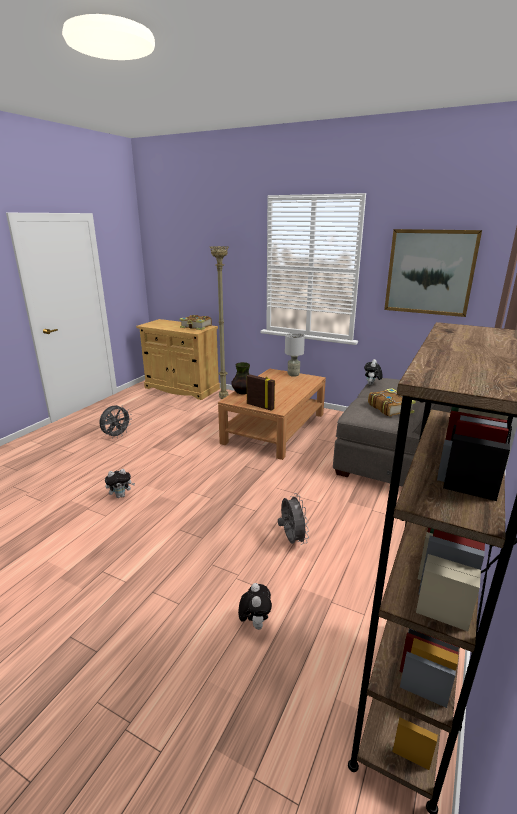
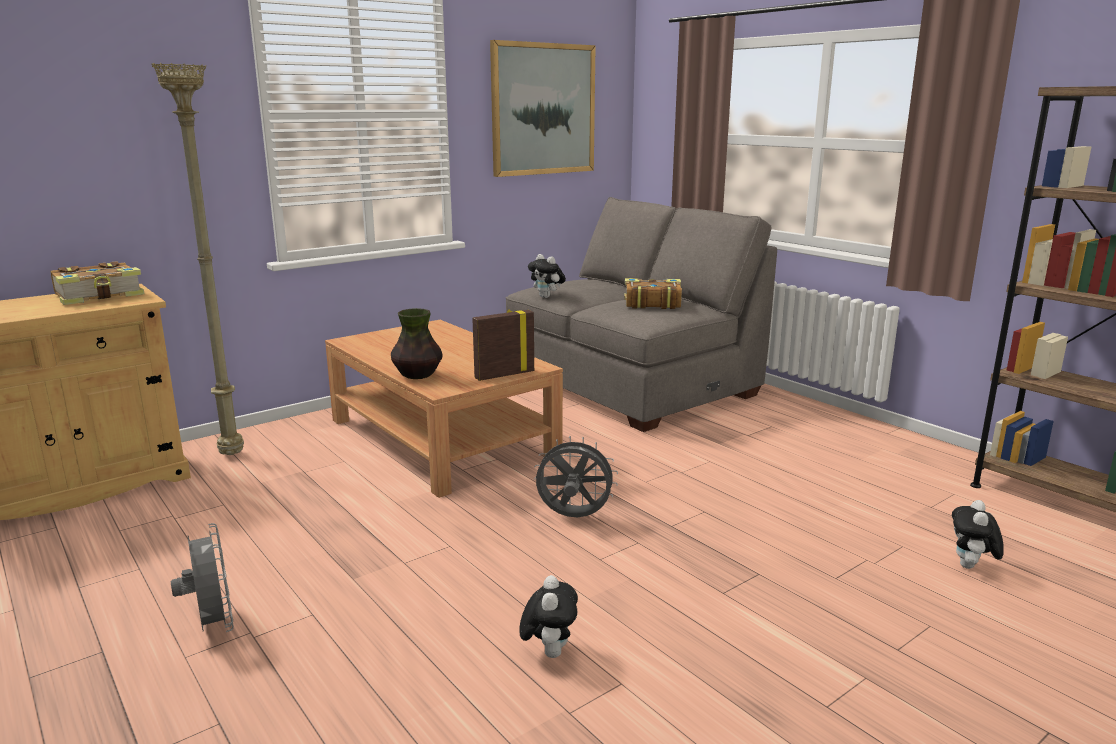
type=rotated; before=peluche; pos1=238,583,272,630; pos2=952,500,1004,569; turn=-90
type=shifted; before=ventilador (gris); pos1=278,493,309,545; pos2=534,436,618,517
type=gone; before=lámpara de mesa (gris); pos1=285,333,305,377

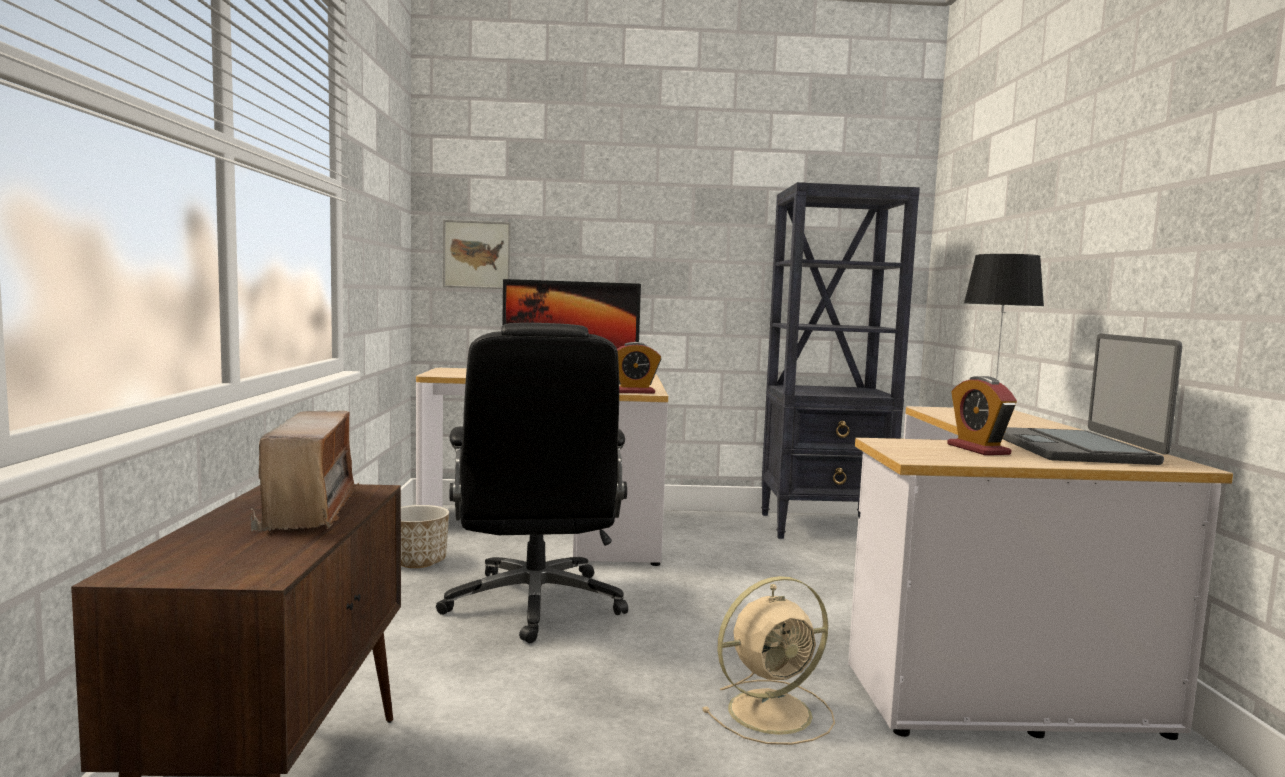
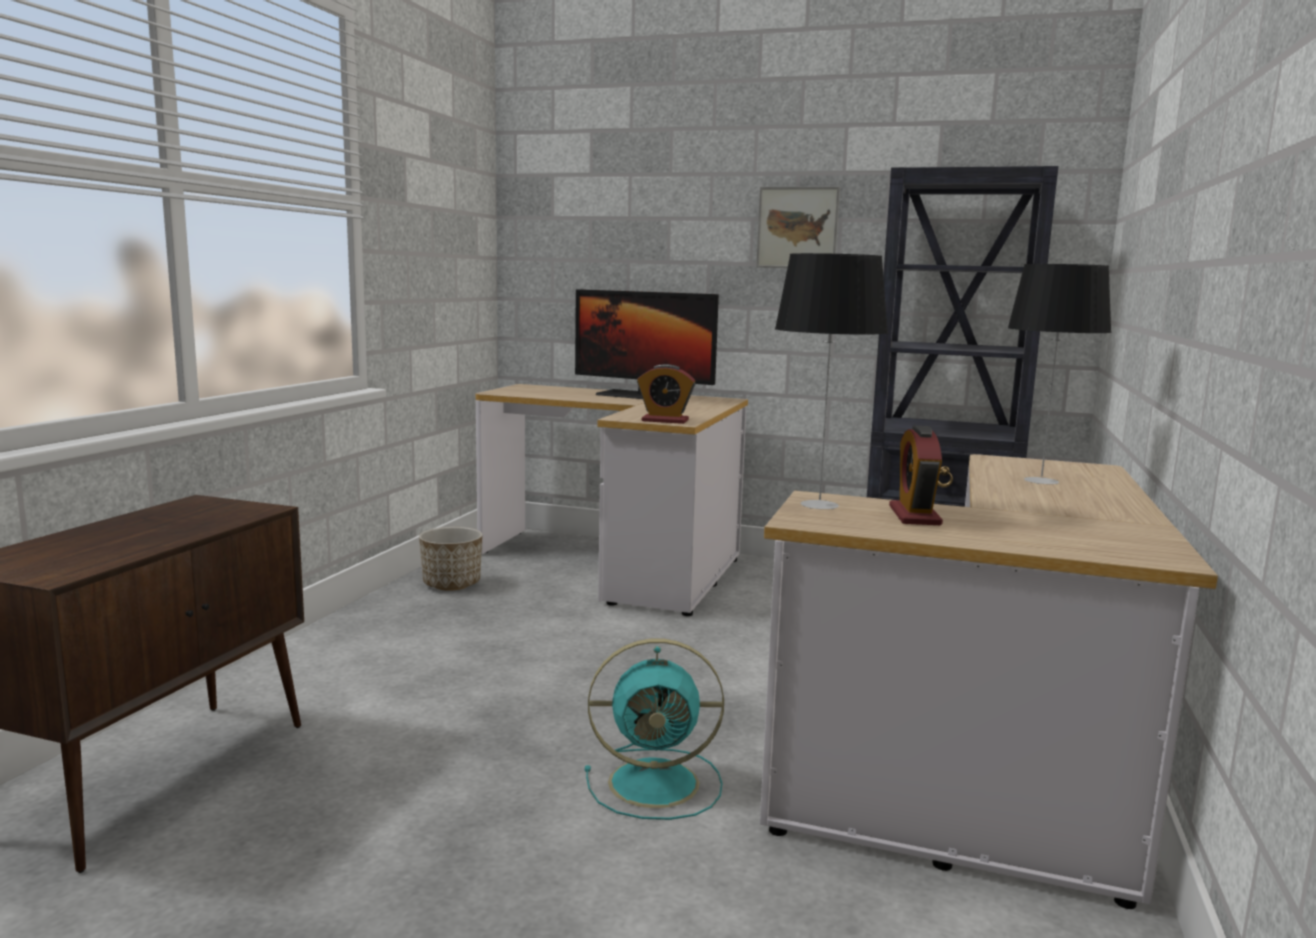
type=gone; before=radio; pos1=251,410,359,533
type=gone; before=silla de oficina (negro); pos1=436,323,628,643
type=shifted; before=cuadro; pos1=443,220,511,289; pos2=756,187,840,268
type=repainted; before=ventilador (beis); after=ventilador (turquesa); pos1=702,576,835,745; pos2=585,638,724,820
type=gone; before=portátil; pos1=1003,334,1182,465
type=new; after=lámpara de mesa; pos2=775,253,888,509

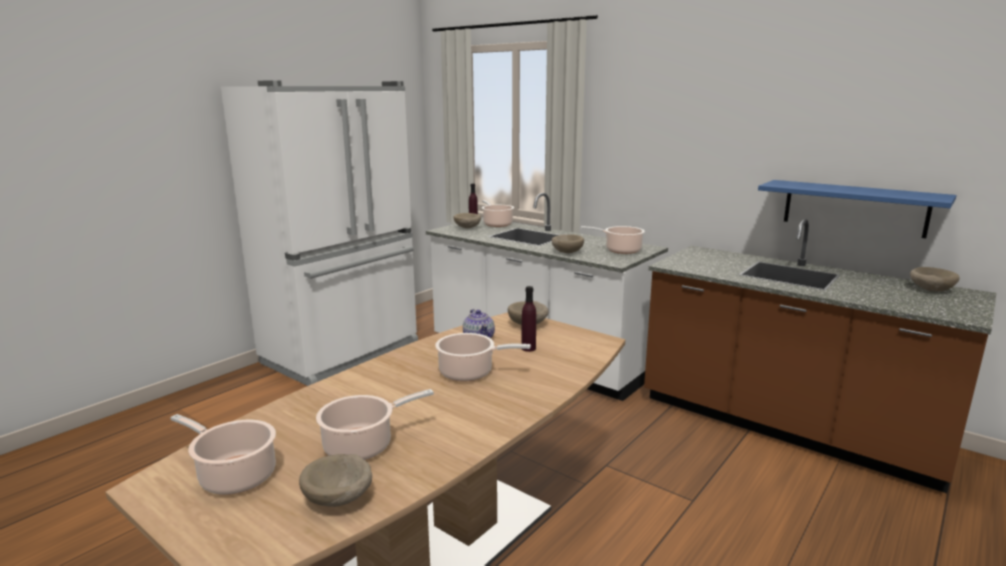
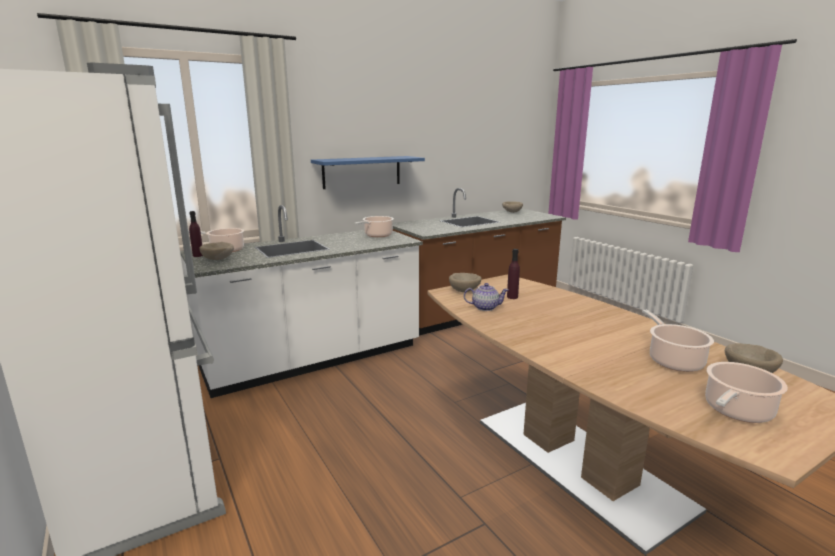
type=gone; before=olla; pos1=435,333,531,382
type=gone; before=cuenco (beis); pos1=552,234,584,253
type=shifted; before=estante (azul); pos1=758,180,956,238; pos2=311,156,425,189

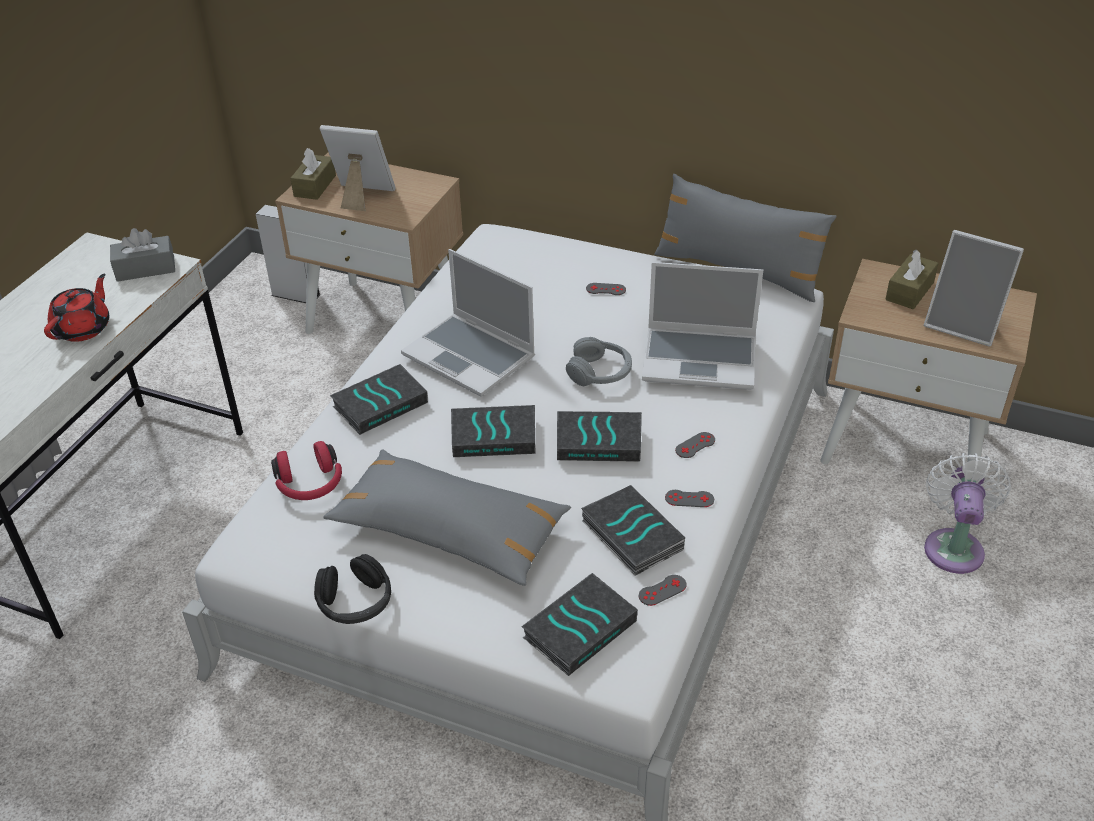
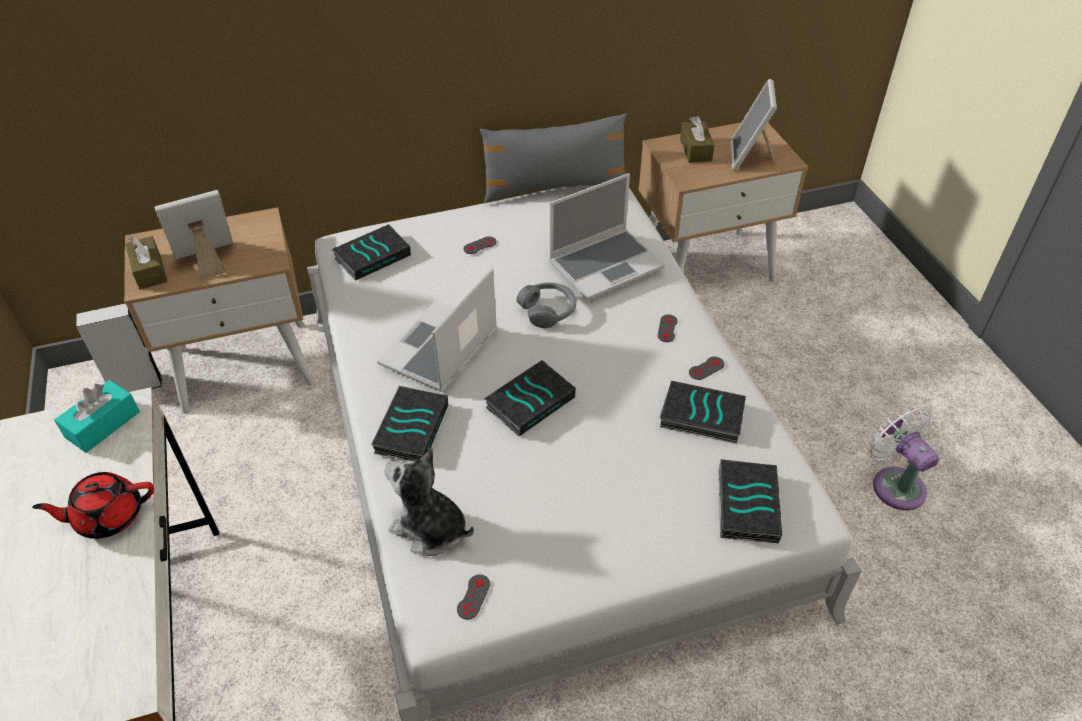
type=rotated; before=tetera (rojo); pos1=44,274,109,342; pos2=32,472,154,539; turn=-90
type=repainted; before=caja de pañuelos (gris); after=caja de pañuelos (turquesa); pos1=110,228,175,282; pos2=54,380,140,453
type=swapped; before=auriculares (rojo); after=peluche; pos1=271,441,342,500; pos2=385,448,474,556
type=gone; before=auriculares (negro); pos1=314,554,391,624
type=gone; before=cojín (gris); pos1=323,450,571,586
type=rotated; before=portátil; pos1=401,249,535,397; pos2=377,268,497,392; turn=120
type=shifted; before=libro; pos1=557,411,642,462; pos2=332,224,411,281
type=shifted; before=mando de consola (gris); pos1=639,575,686,606; pos2=457,574,490,620
type=rotated; before=portarretratos; pos1=924,230,1024,347; pos2=730,79,777,171; turn=105
type=shifted; before=ventilador (blanco); pos1=924,453,1011,574; pos2=868,406,939,510

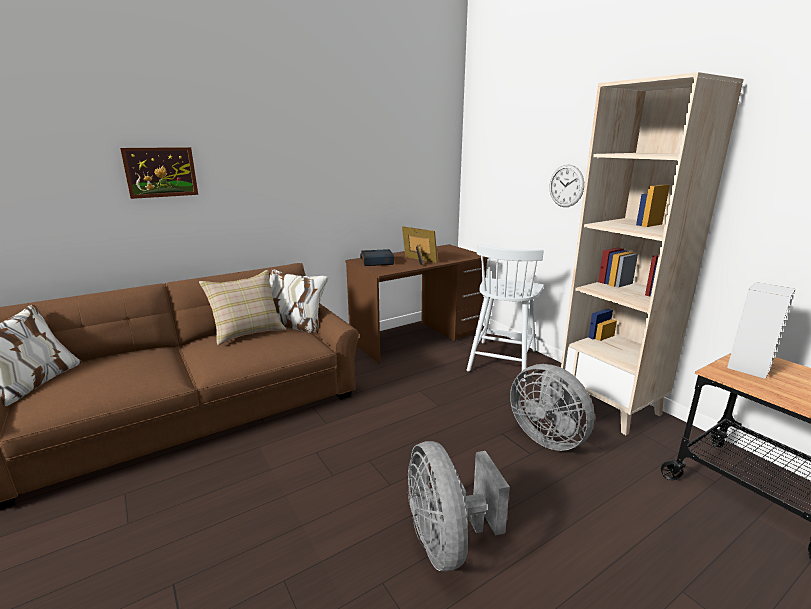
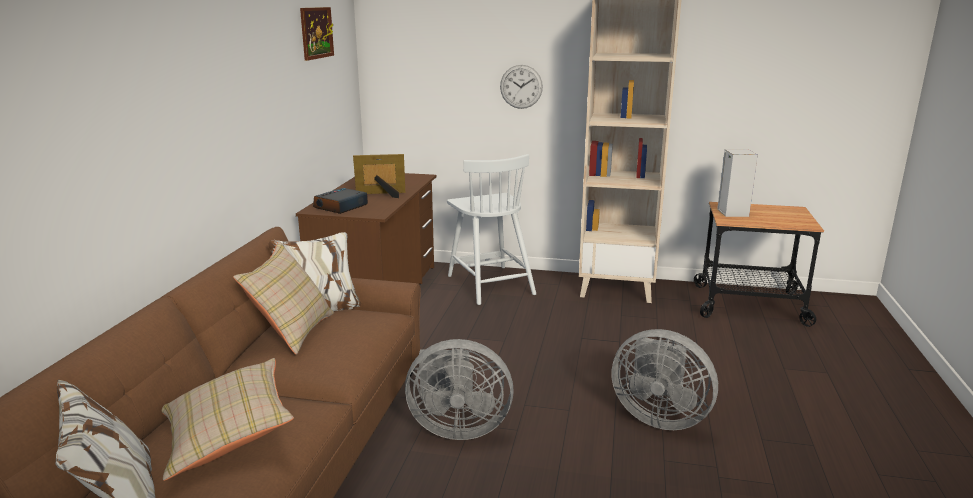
type=shifted; before=cuadro; pos1=120,147,198,199; pos2=300,7,334,61
type=shifted; before=ventilador (gris); pos1=510,364,595,451; pos2=405,339,514,440
type=new; after=cojín (beis); pos2=162,358,294,481

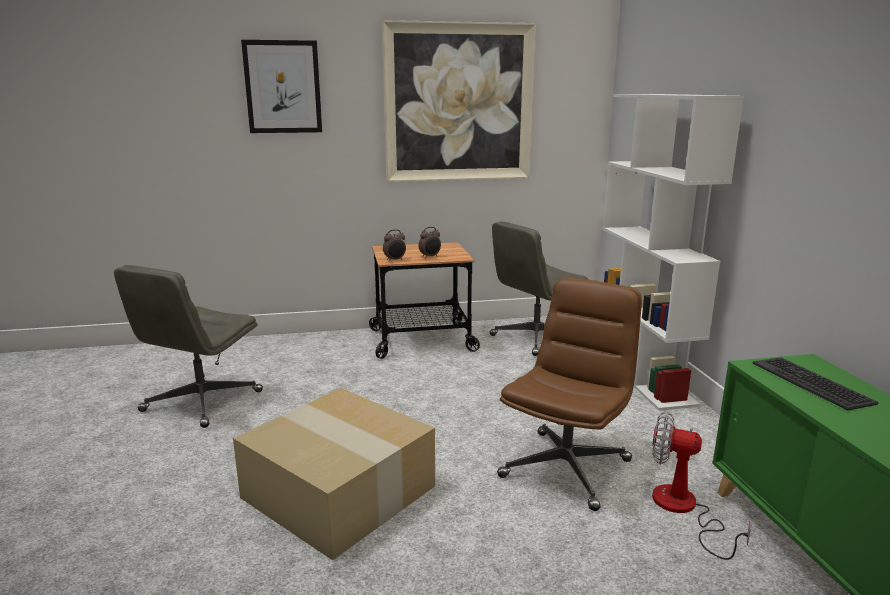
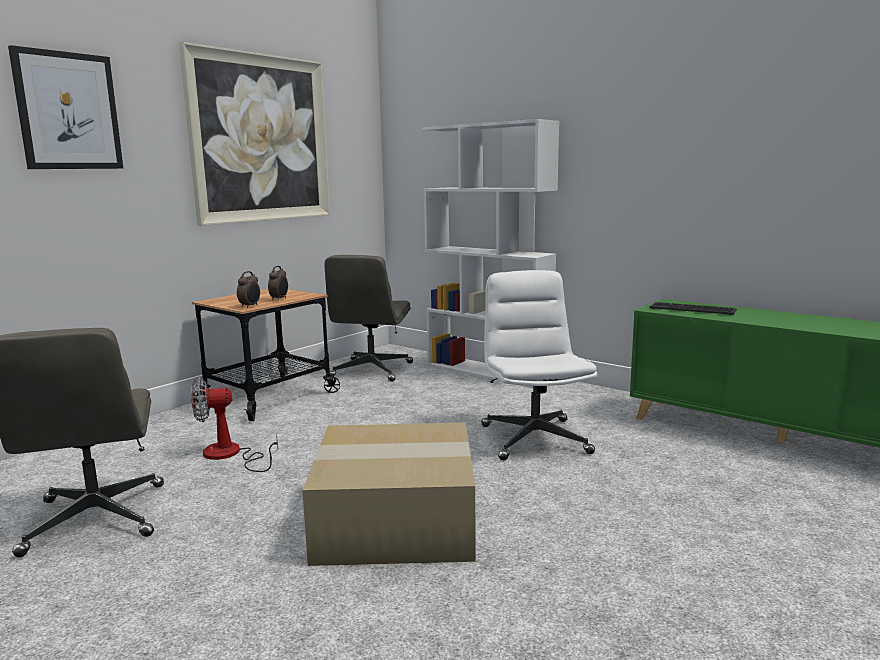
type=repainted; before=silla de oficina (marrón); after=silla de oficina (blanco); pos1=497,278,642,511; pos2=481,270,598,461
type=shifted; before=ventilador; pos1=652,412,751,560; pos2=191,378,278,472

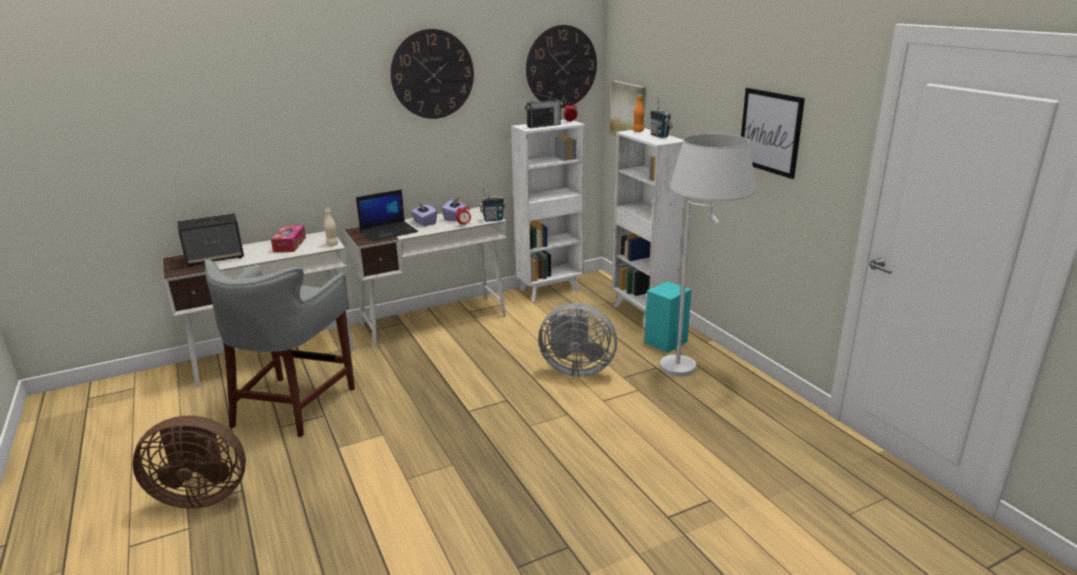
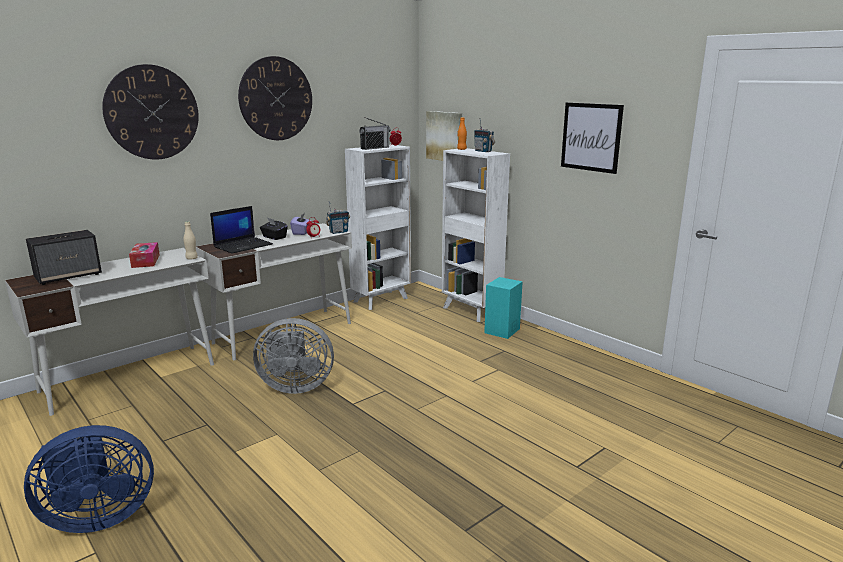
type=repainted; before=ventilador (marrón); after=ventilador (azul); pos1=133,416,246,509; pos2=24,425,154,533
type=gone; before=taburete (gris); pos1=205,259,355,437
type=repainted; before=caja de pañuelos (morado); after=caja de pañuelos (negro); pos1=411,202,437,226; pos2=260,218,288,240
type=shifted; before=reloj de pared; pos1=526,25,597,108; pos2=102,64,199,159
type=shifted; before=ventilador (gris); pos1=539,303,617,377; pos2=253,318,334,394
type=gone; before=lámpara de pie (blanco); pos1=660,134,756,377

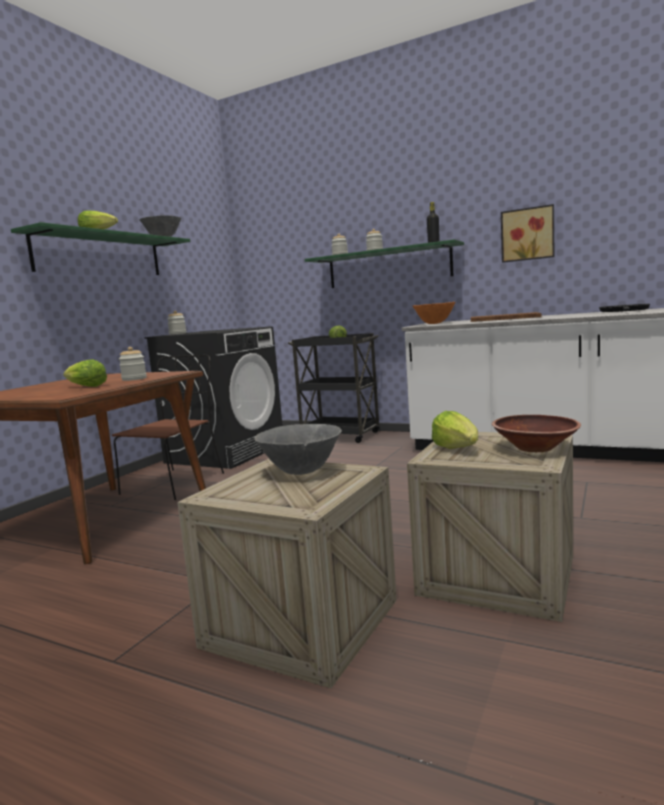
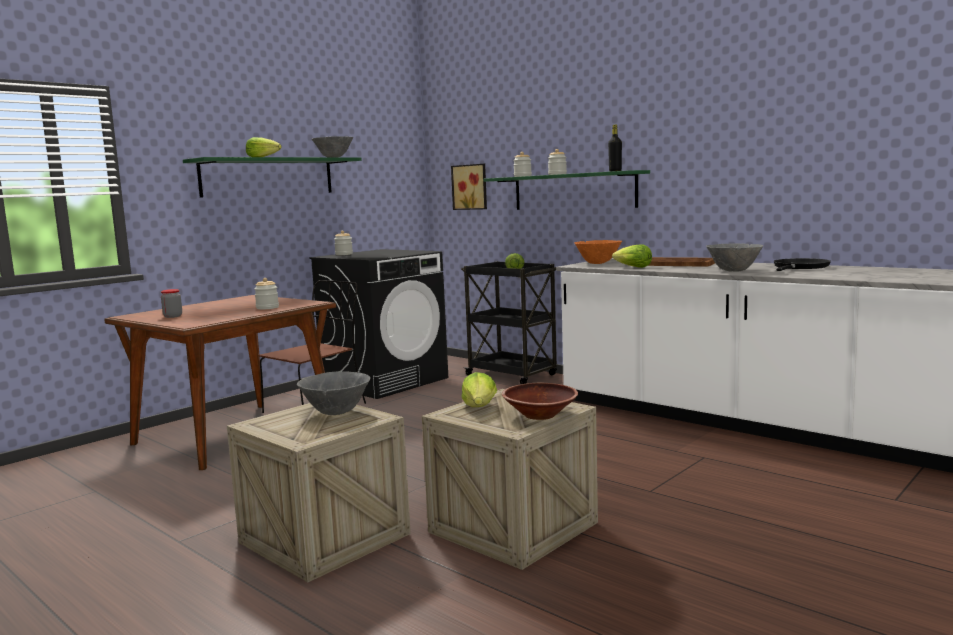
type=shifted; before=lechuga; pos1=63,359,107,387; pos2=612,244,652,268
type=shifted; before=cuadro; pos1=501,204,555,263; pos2=451,164,487,210
type=new; after=tarro; pos2=161,289,182,318
type=new; after=cuenco (gris); pos2=706,244,763,271

